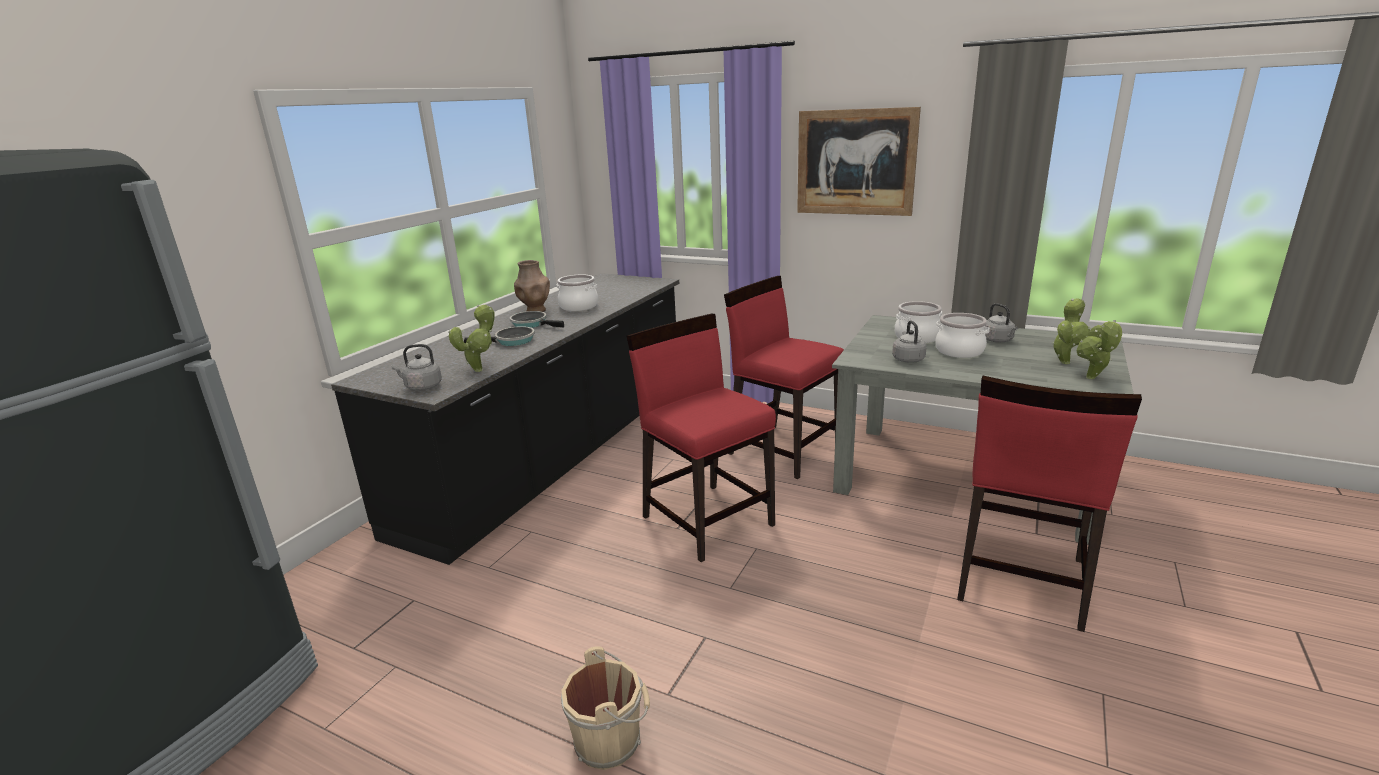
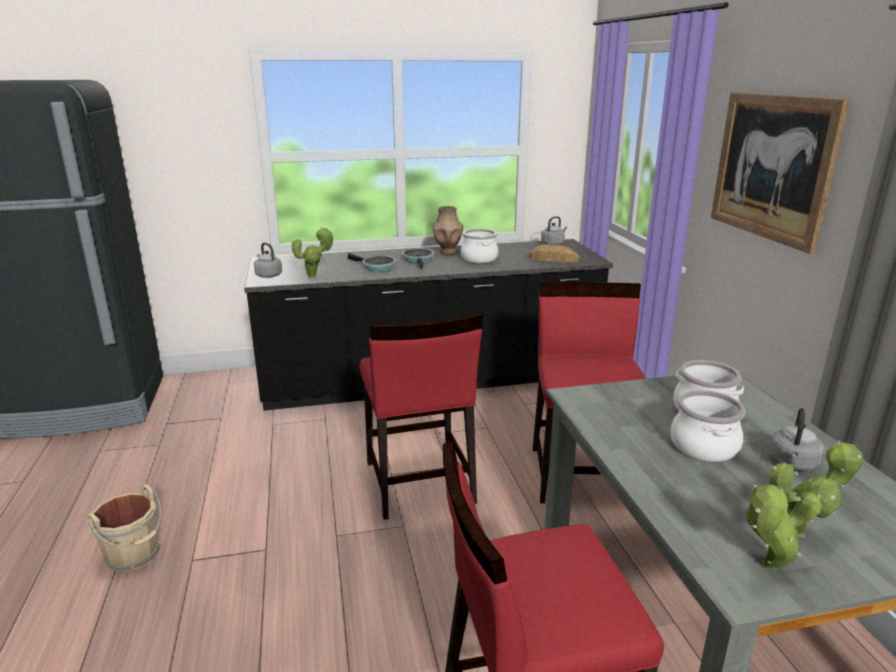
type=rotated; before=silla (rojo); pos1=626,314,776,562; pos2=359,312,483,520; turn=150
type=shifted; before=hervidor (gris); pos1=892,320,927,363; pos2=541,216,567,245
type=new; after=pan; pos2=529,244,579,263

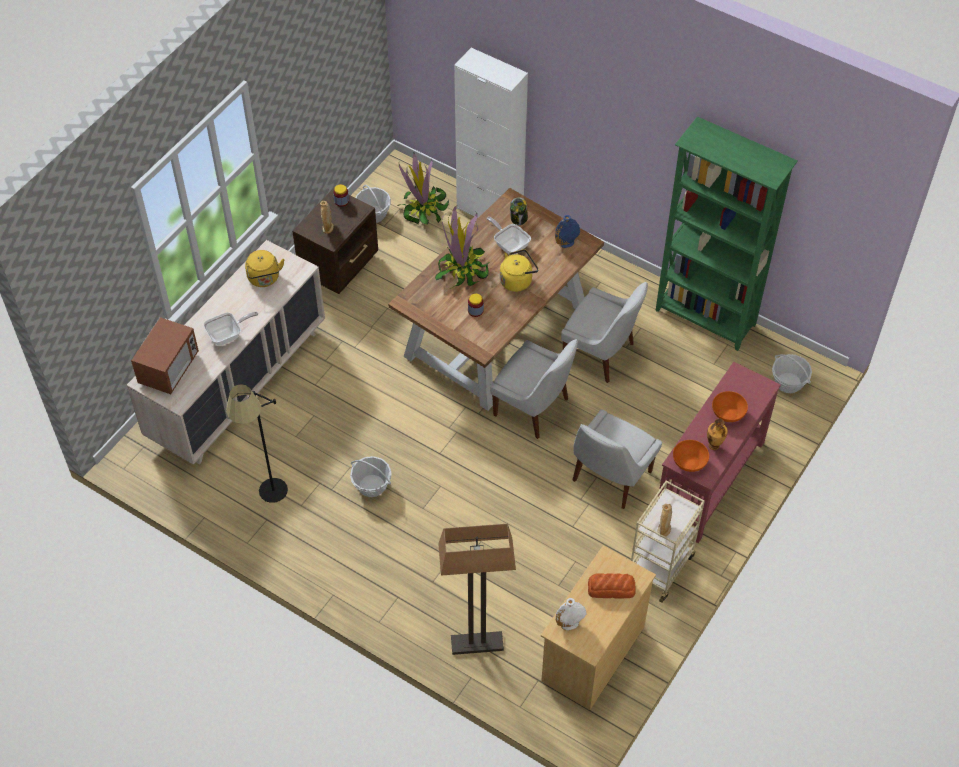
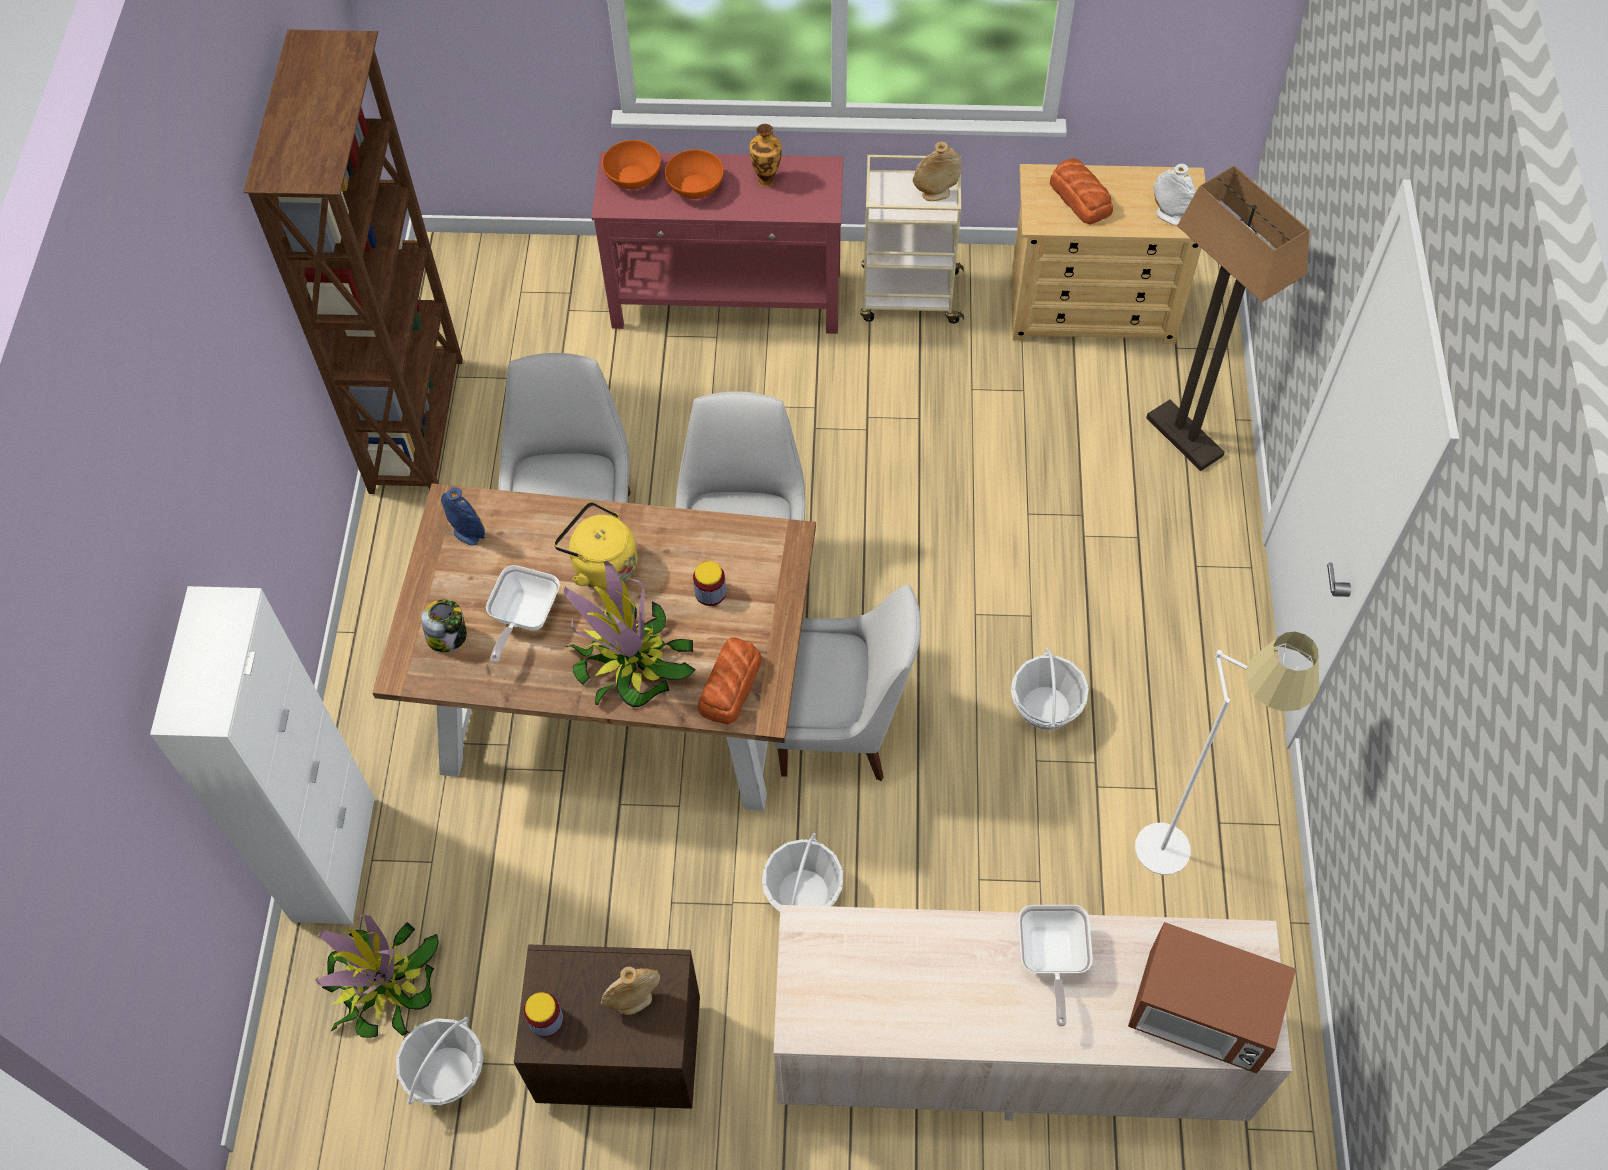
type=rotated; before=microondas; pos1=131,317,199,394; pos2=1128,922,1296,1074; turn=-150
type=rotated; before=sartén; pos1=204,312,258,346; pos2=1019,905,1093,1026; turn=-120
type=repainted; before=lámpara de pie (negro); after=lámpara de pie (blanco); pos1=226,384,288,503; pos2=1135,632,1319,875
type=gone; before=hervidor (amarillo); pos1=245,250,285,287
type=shifted; before=silla (blanco); pos1=573,410,662,509; pos2=774,584,921,781
type=repainted; before=estantería (verde); after=estantería (marrón); pos1=655,116,798,351; pos2=244,30,463,494
type=shifted; before=cuenco (naranja); pos1=673,440,709,472; pos2=602,140,661,189
type=shifted; before=cesta; pos1=772,354,812,393; pos2=762,833,843,912
type=new; after=pan; pos2=698,637,762,725

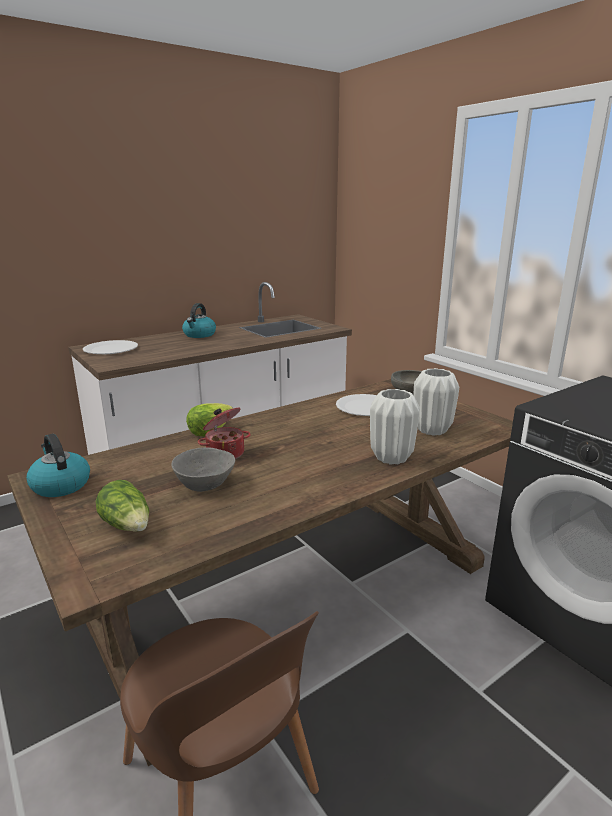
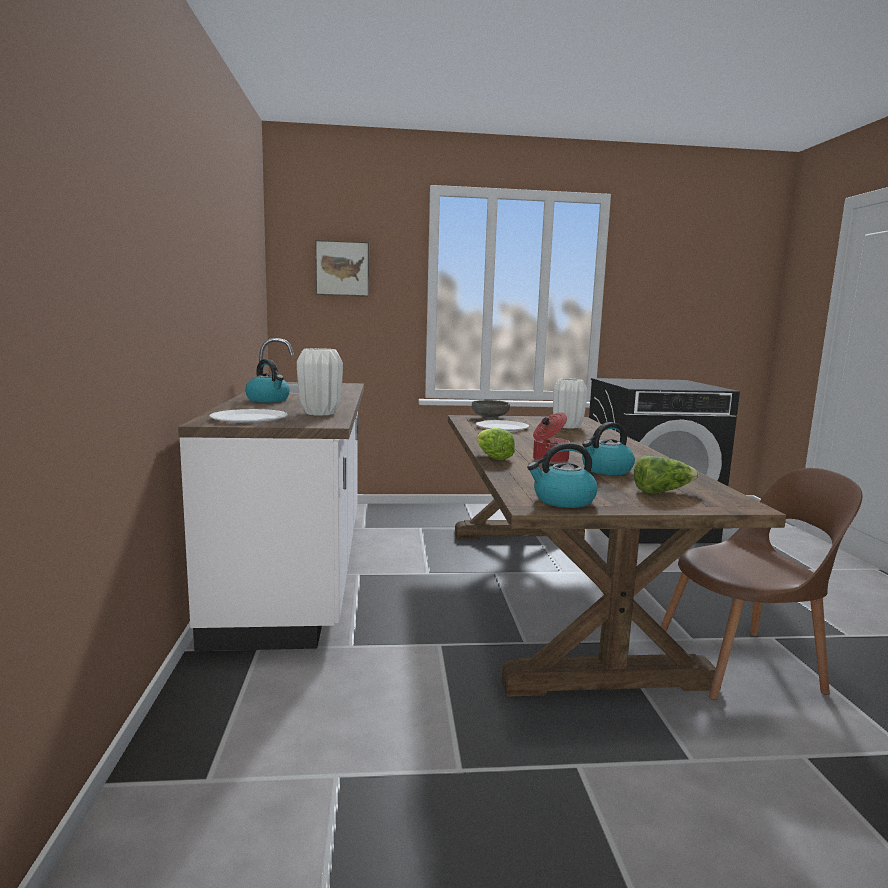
type=swapped; before=cuenco (gris); after=hervidor; pos1=171,447,235,492; pos2=582,422,635,475
type=shifted; before=florero (blanco); pos1=370,389,420,465; pos2=297,348,343,416
type=new; after=cuadro; pos2=315,240,369,297

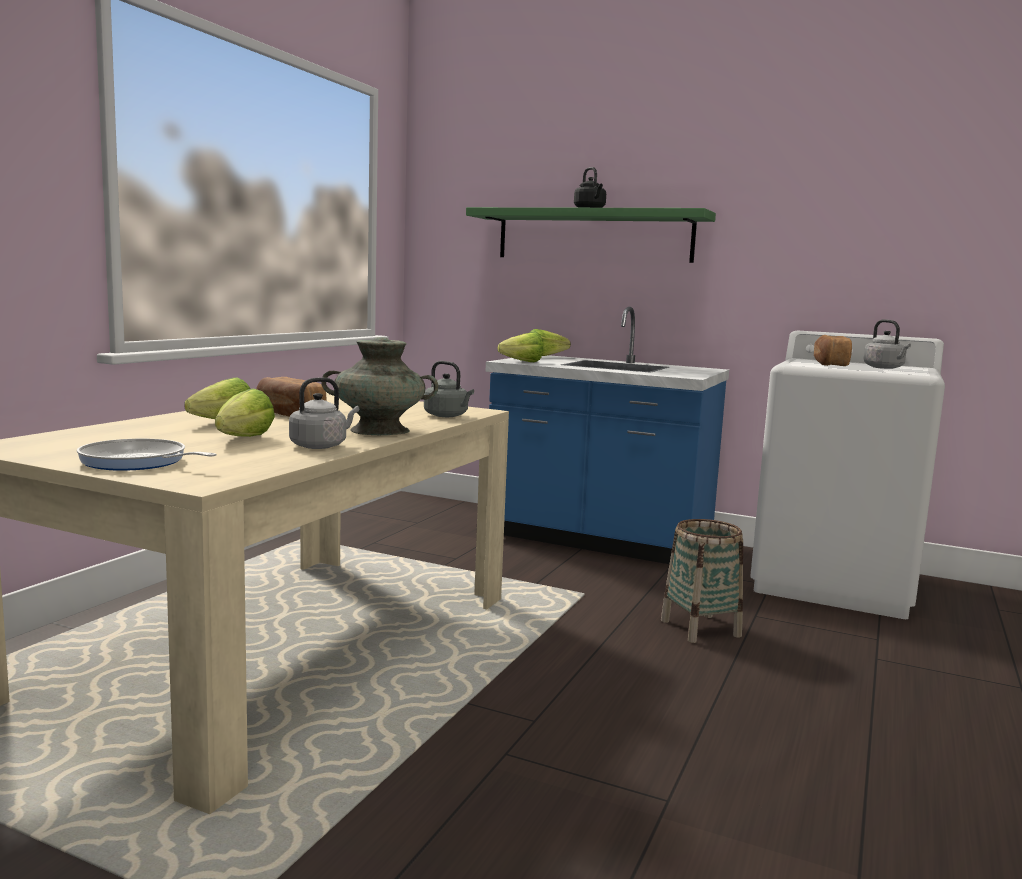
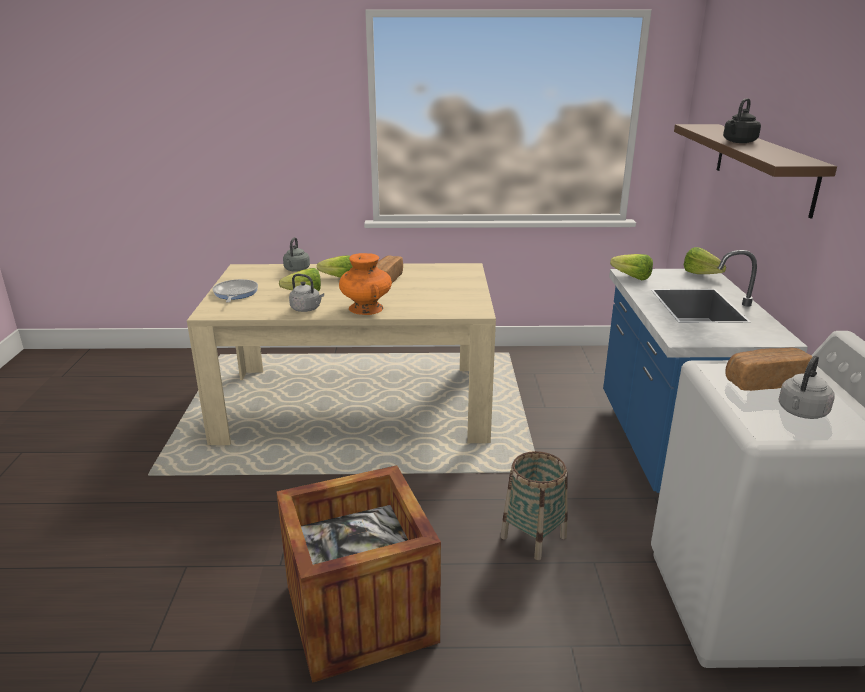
type=repainted; before=florero (turquesa); after=florero (naranja); pos1=321,337,438,435; pos2=339,253,392,315
type=shifted; before=hervidor (gris); pos1=424,361,474,417; pos2=283,237,310,272
type=repainted; before=estante (verde); after=estante (marrón); pos1=466,207,716,263; pos2=674,124,837,218
type=new; after=caja de embalaje; pos2=276,465,441,683

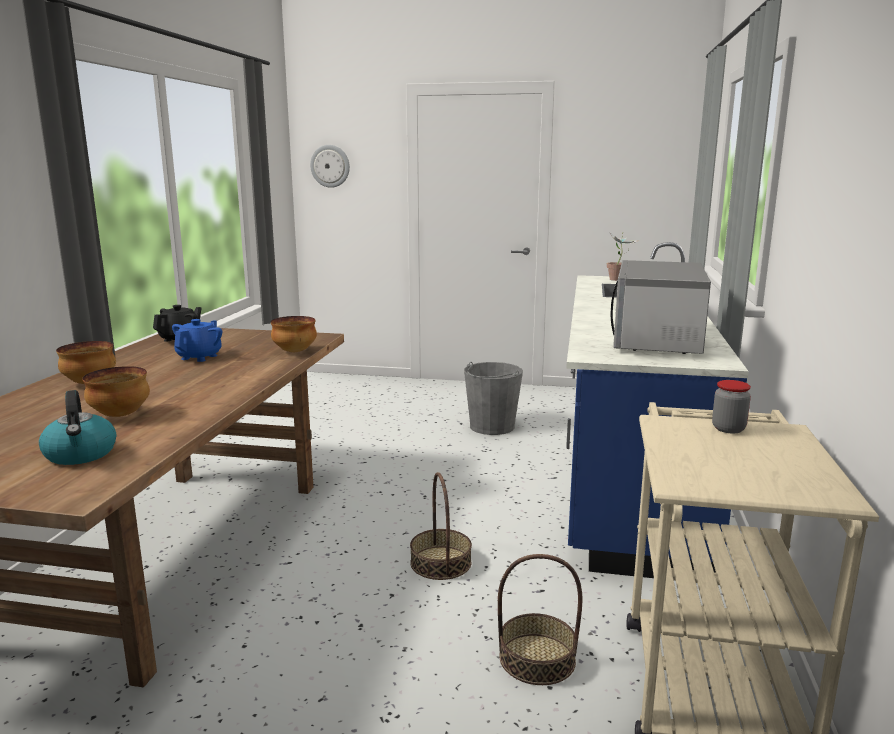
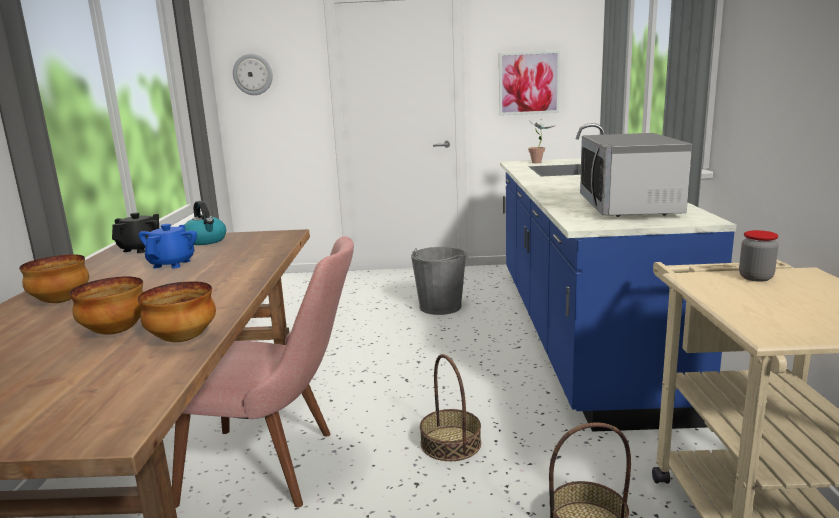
type=shifted; before=hervidor; pos1=39,390,116,465; pos2=185,201,226,245
type=shifted; before=cuenco; pos1=271,316,317,352; pos2=138,281,216,342
type=new; after=silla (rosa); pos2=172,236,354,508
type=new; after=cuadro; pos2=499,50,561,116

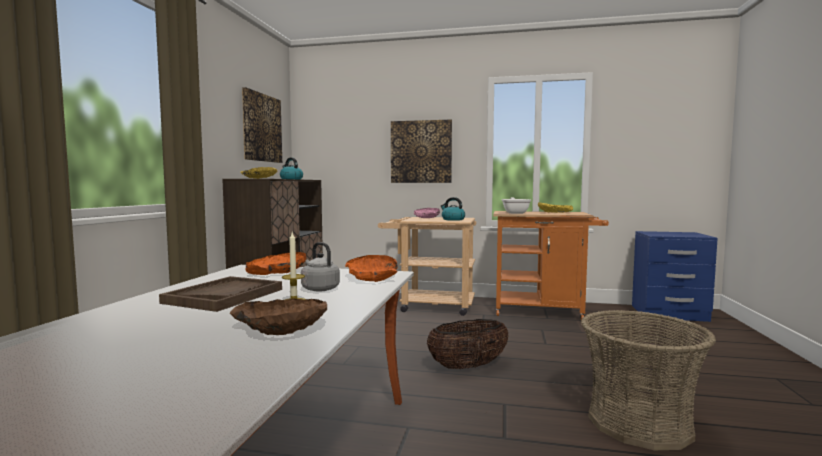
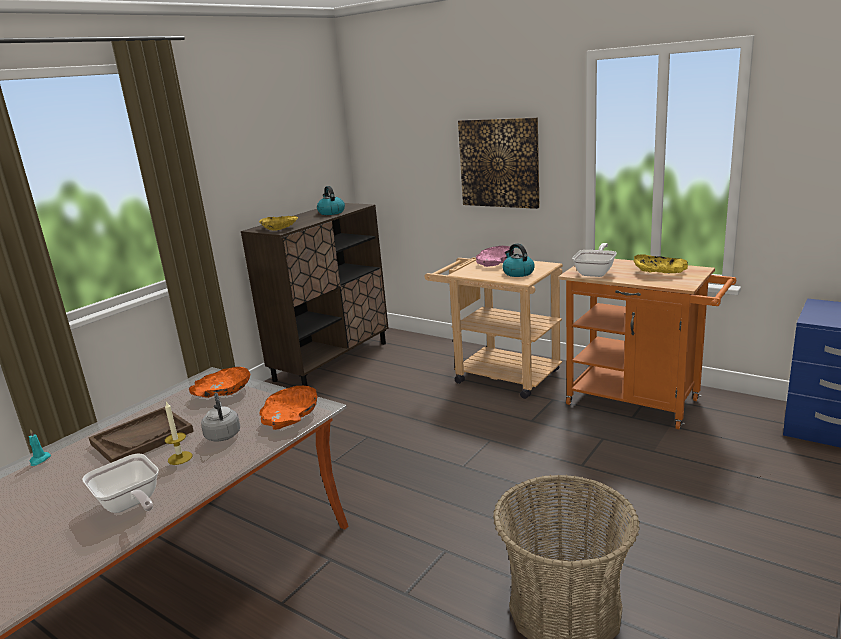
type=swapped; before=cuenco (marrón); after=sartén; pos1=230,298,327,335; pos2=82,454,159,513
type=gone; before=cuadro; pos1=242,87,282,163
type=gone; before=cesta; pos1=427,319,509,369
type=new; after=vela (turquesa); pos2=29,429,51,466

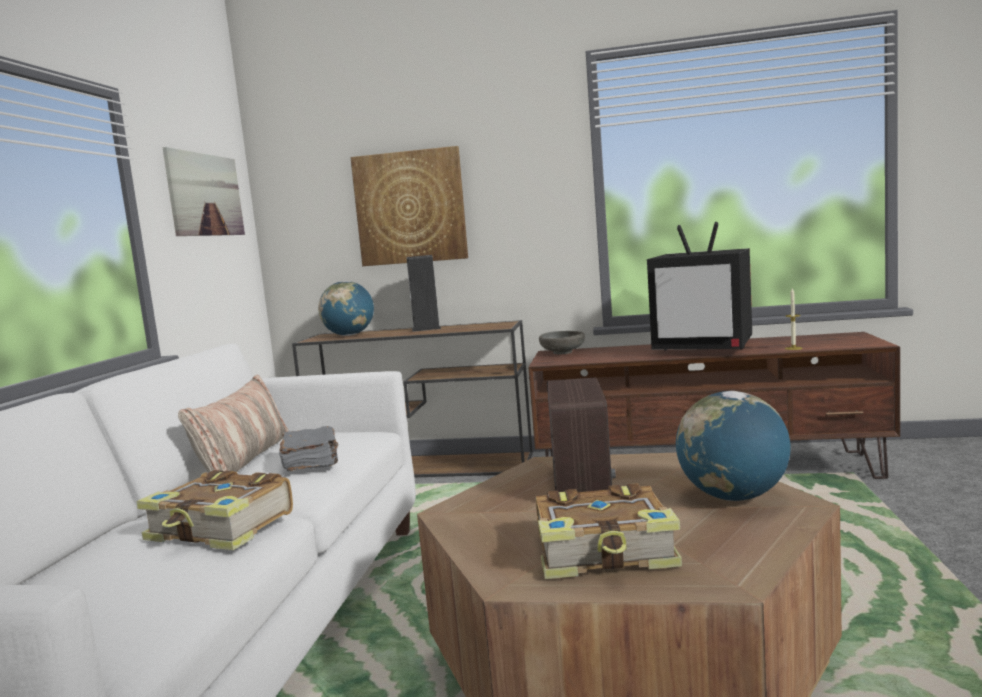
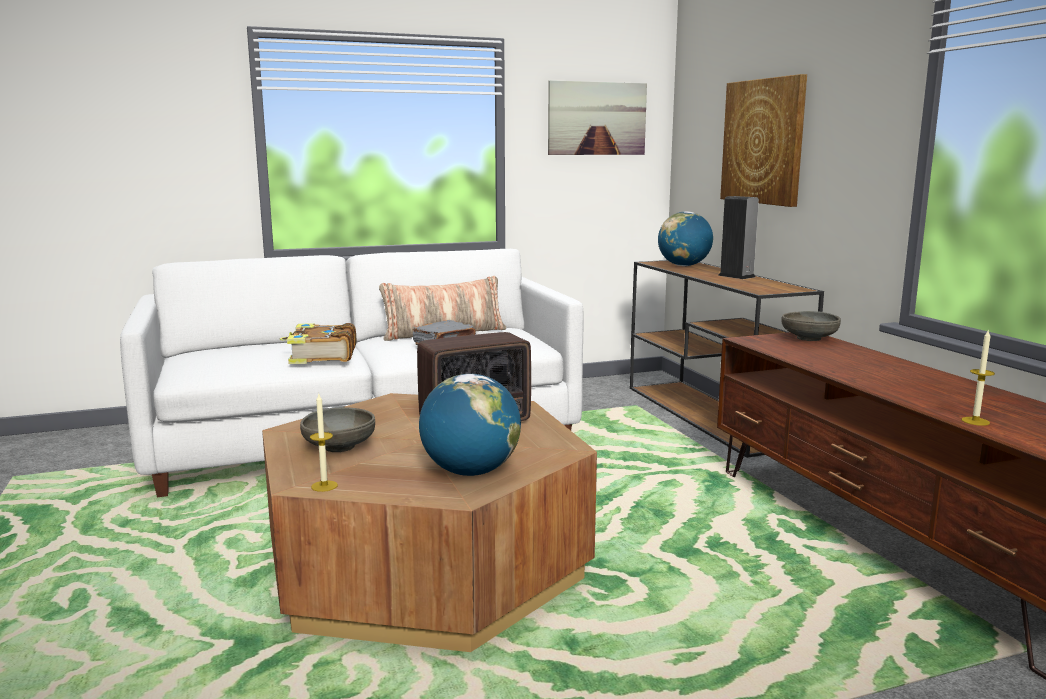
type=swapped; before=libro; after=cuenco (gris); pos1=536,483,682,579; pos2=300,407,375,452
type=gone; before=televisor; pos1=647,222,752,350
type=new; after=vela; pos2=310,394,338,492

